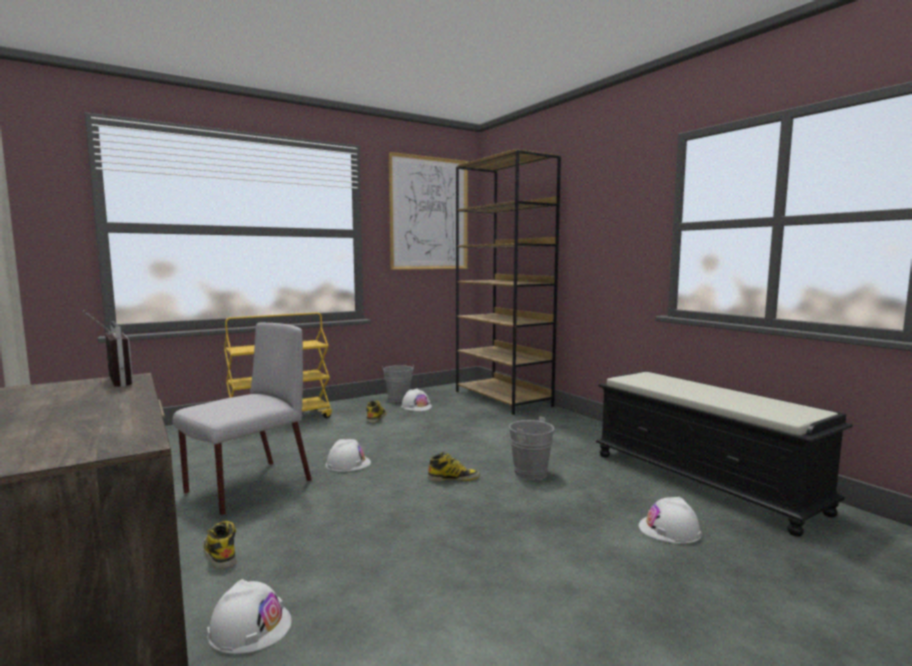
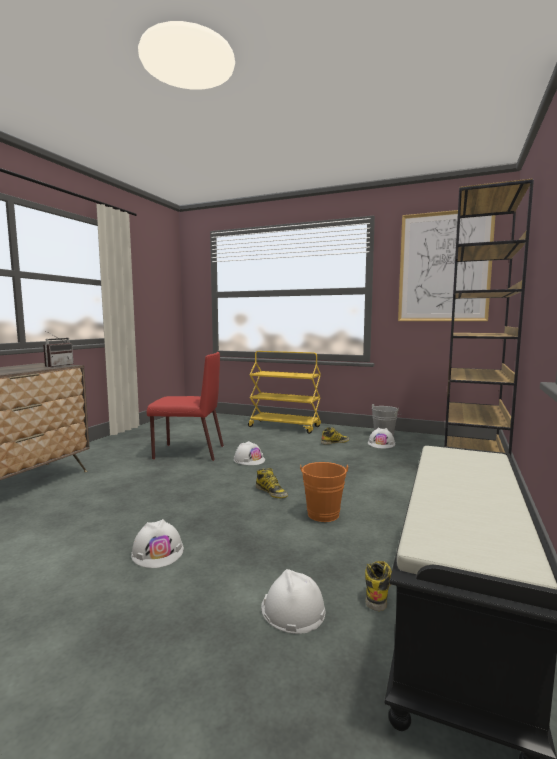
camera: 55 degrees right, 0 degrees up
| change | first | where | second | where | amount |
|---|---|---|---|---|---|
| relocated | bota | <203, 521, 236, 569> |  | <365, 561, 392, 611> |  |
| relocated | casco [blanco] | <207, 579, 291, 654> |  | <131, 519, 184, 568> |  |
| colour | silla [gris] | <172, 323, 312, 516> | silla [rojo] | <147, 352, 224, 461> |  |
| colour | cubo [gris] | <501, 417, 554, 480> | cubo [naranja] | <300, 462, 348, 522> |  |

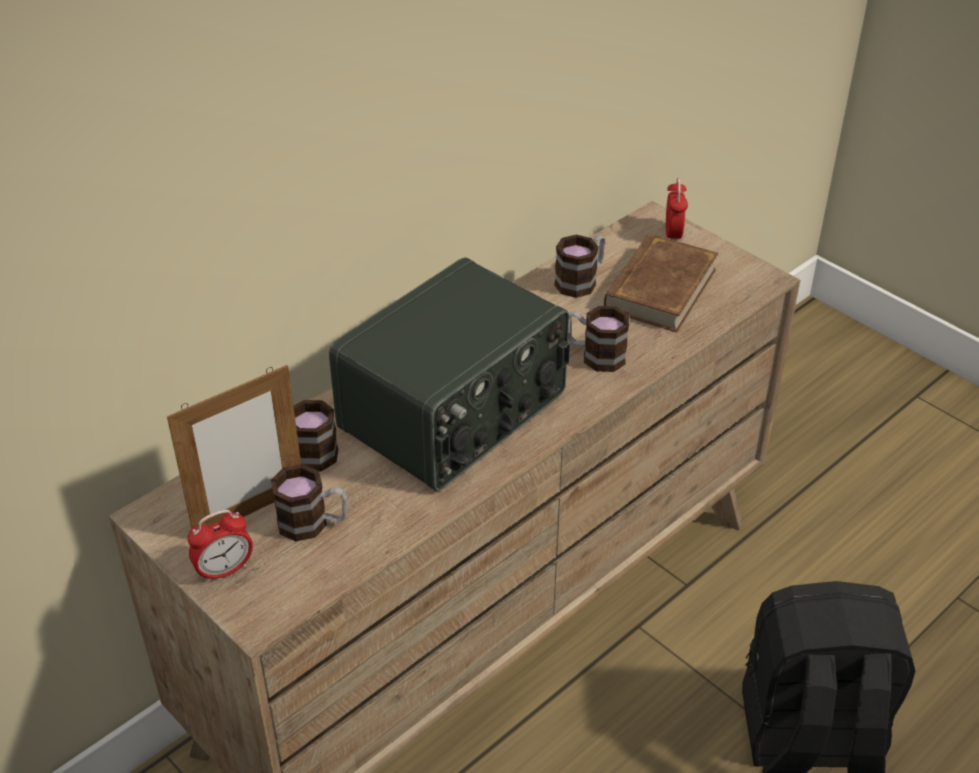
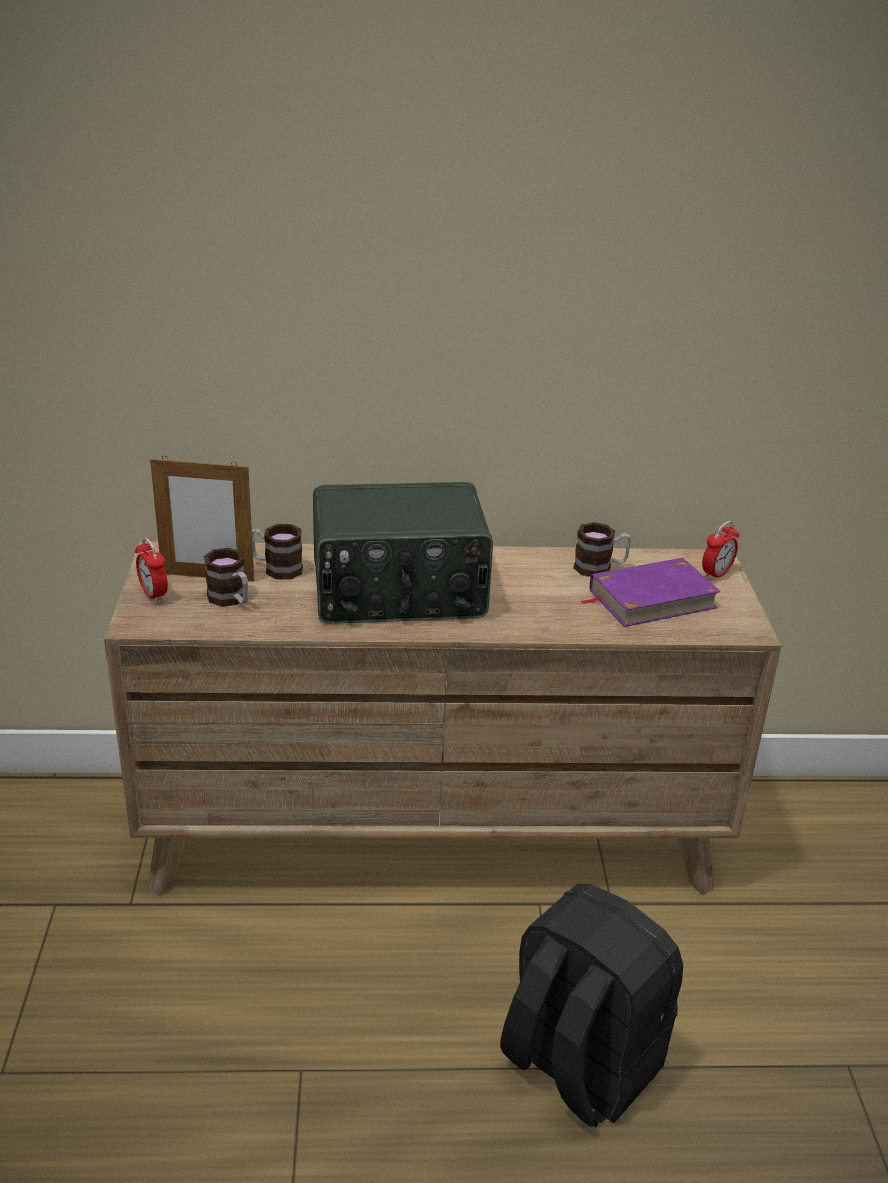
camera: 40 degrees right, 10 degrees down
| change | first | where | second | where | amount |
|---|---|---|---|---|---|
| missing | taza grande | <568, 306, 629, 372> |  |  |  |
| colour | libro [marrón] | <604, 234, 718, 332> | libro [morado] | <580, 558, 721, 627> |  |
| spun | despertador | <187, 510, 253, 583> |  | <135, 537, 168, 603> | 45 degrees clockwise |

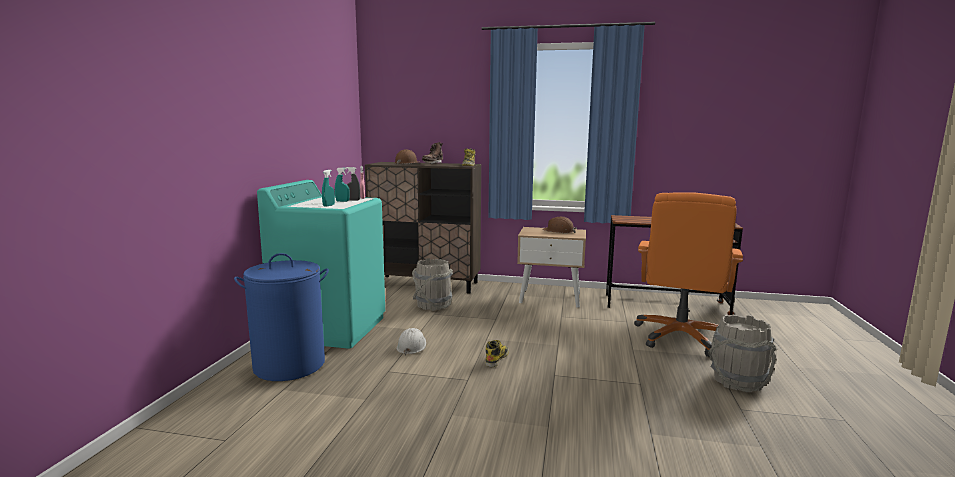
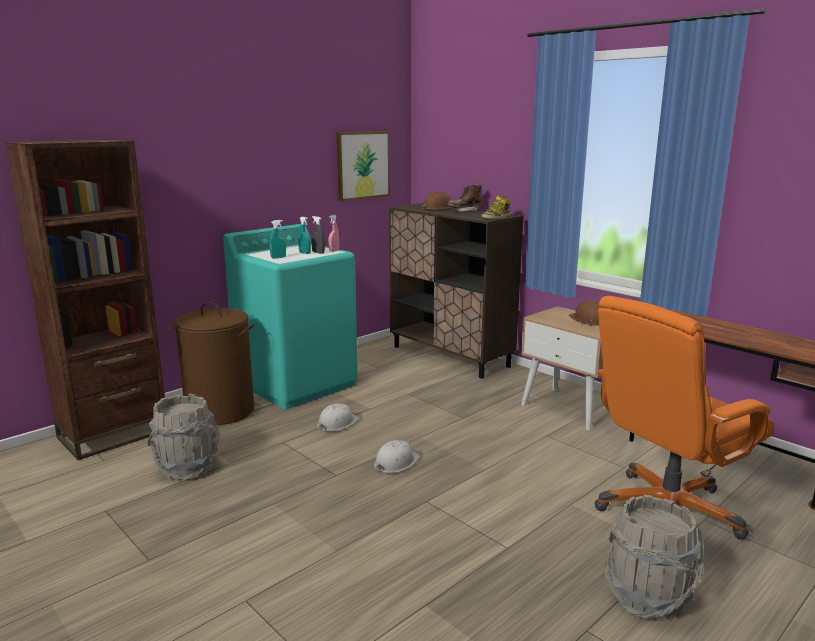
camera: 35 degrees right, 5 degrees up
| change | first | where | second | where | amount |
|---|---|---|---|---|---|
| appeared |  |  | estantería [marrón] | <5, 139, 165, 460> |  |
| appeared |  |  | cuadro | <337, 131, 390, 201> |  |
| relocated | cubo [gris] | <412, 258, 453, 311> |  | <147, 394, 220, 480> |  |
| exchanged | bota | <485, 340, 509, 367> | casco [blanco] | <374, 440, 420, 473> |  |
| colour | cesto de la ropa [azul] | <234, 253, 329, 381> | cesto de la ropa [marrón] | <172, 302, 254, 425> |  |

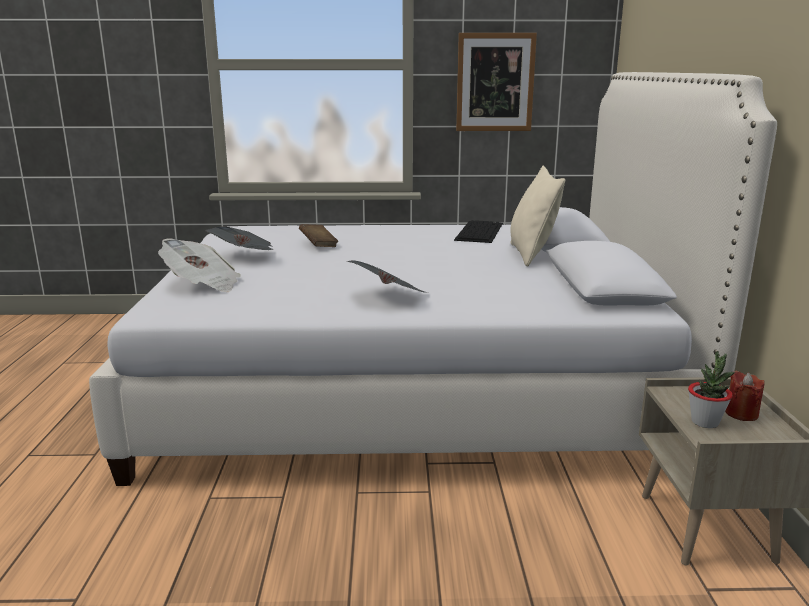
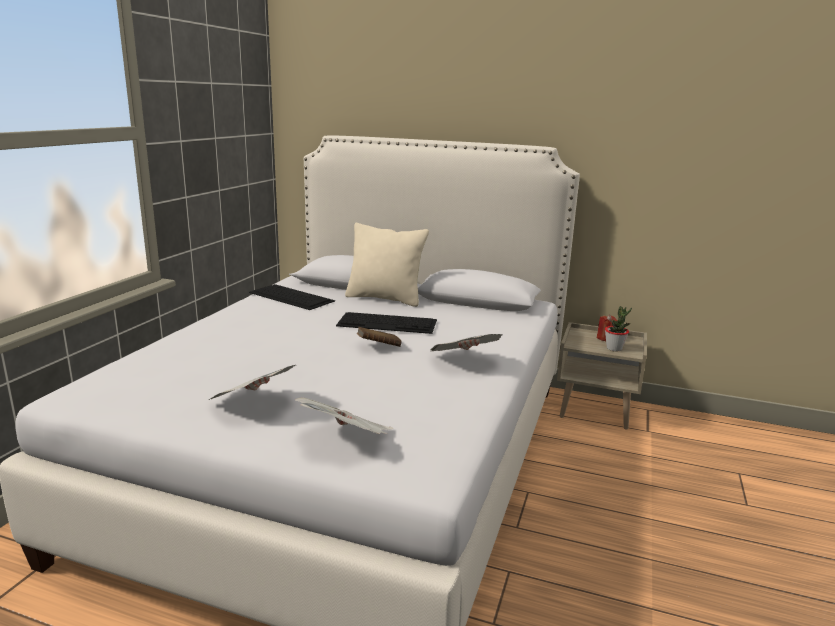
camera: 70 degrees left, 0 degrees up
| change | first | where | second | where | amount |
|---|---|---|---|---|---|
| missing | cuadro | <456, 33, 537, 131> |  |  |  |
| appeared |  |  | teclado | <336, 312, 437, 334> |  |
| relocated | libro [marrón] | <299, 224, 338, 247> |  | <357, 327, 402, 347> |  |

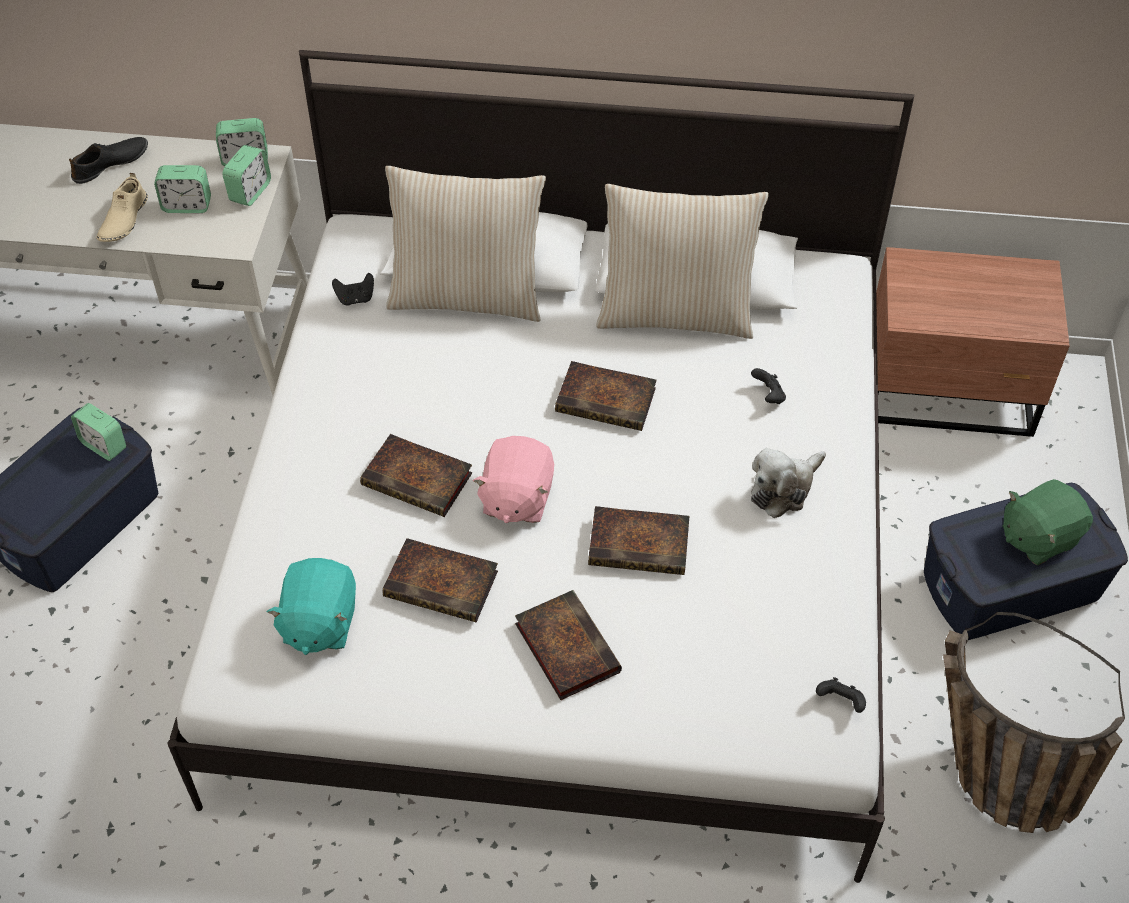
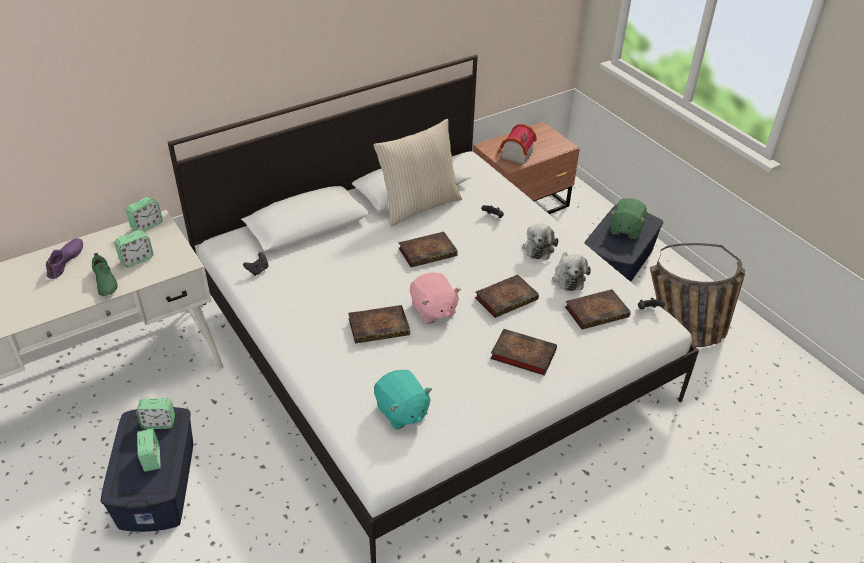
camera: 40 degrees left, 10 degrees down
| change | first | where | second | where | amount |
|---|---|---|---|---|---|
| missing | cojín [beis] | <385, 166, 546, 322> |  |  |  |
| appeared |  |  | casita | <497, 124, 537, 164> |  |
| appeared |  |  | peluche | <552, 252, 591, 291> |  |
| relocated | despertador | <222, 145, 271, 206> |  | <137, 428, 161, 472> |  |
| relocated | libro | <383, 538, 498, 623> |  | <565, 289, 631, 329> |  |
| colour | zapato [negro] | <69, 137, 148, 184> | zapato [morado] | <46, 238, 83, 279> |  |
| colour | zapato [beis] | <96, 173, 148, 242> | zapato [verde] | <92, 253, 118, 296> |  |

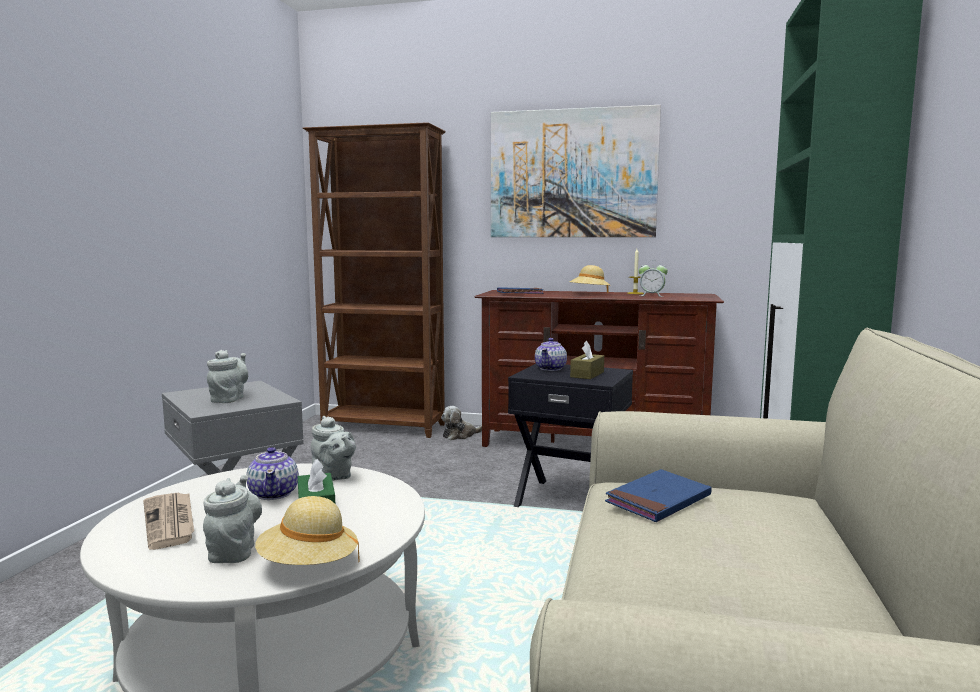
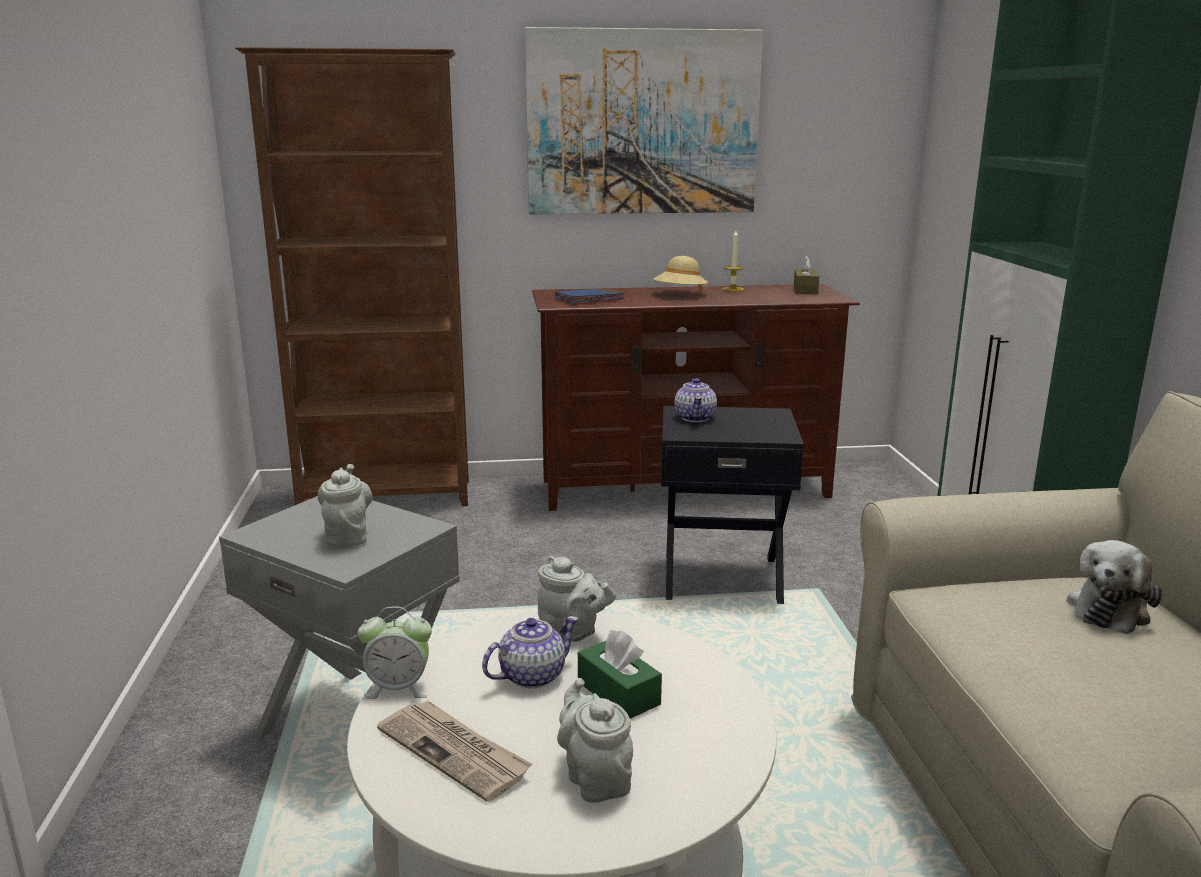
camera: 20 degrees left, 10 degrees up
| change | first | where | second | where | amount |
|---|---|---|---|---|---|
| missing | sombrero [beis] | <255, 496, 360, 565> |  |  |  |
| missing | libro [azul] | <605, 469, 712, 522> |  |  |  |
| relocated | peluche | <441, 406, 482, 440> |  | <1066, 540, 1163, 634> |  |
| relocated | caja de pañuelos [marrón] | <570, 341, 604, 379> |  | <794, 255, 819, 294> |  |
| relocated | despertador | <638, 261, 668, 297> |  | <358, 607, 432, 699> |  |
| spun | tetera | <247, 447, 299, 500> |  | <482, 616, 578, 689> | 90 degrees counterclockwise |

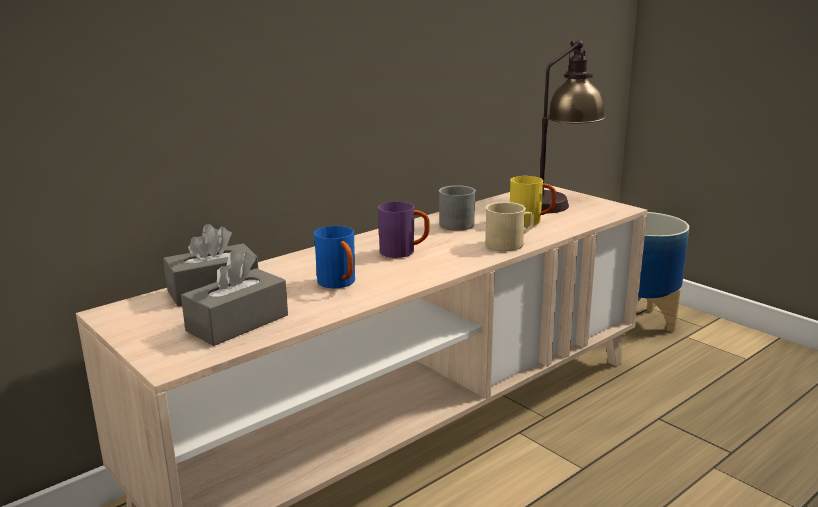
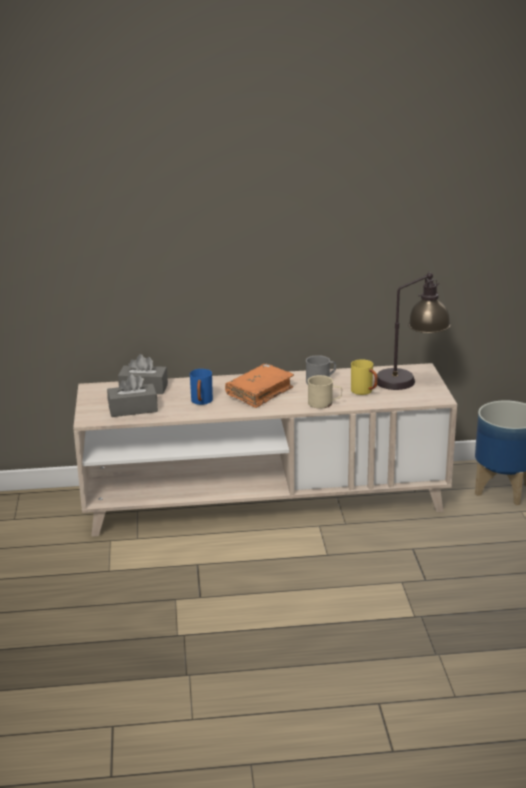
camera: 35 degrees right, 5 degrees up
| change | first | where | second | where | amount |
|---|---|---|---|---|---|
| exchanged | taza grande [morado] | <378, 202, 430, 258> | libro [naranja] | <225, 364, 294, 408> |  |

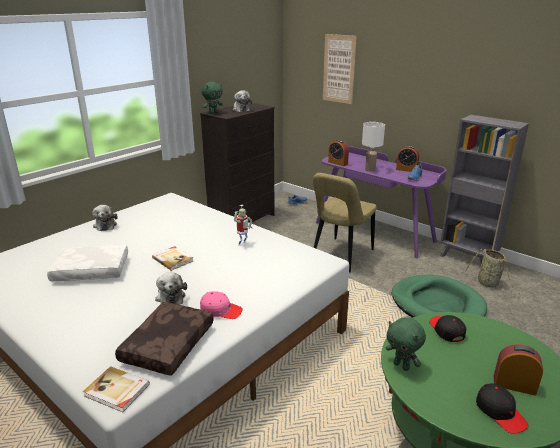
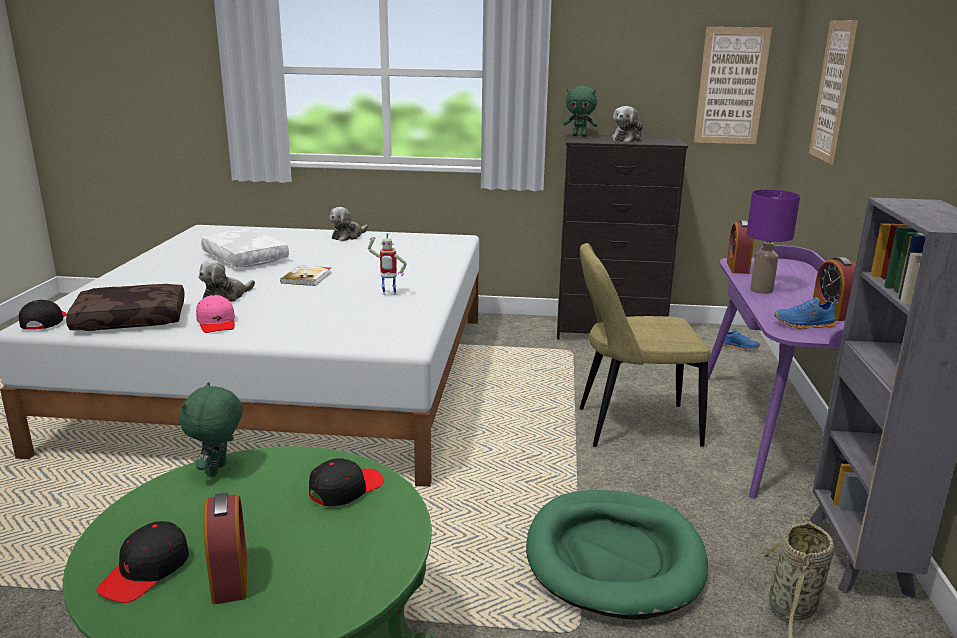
camera: 55 degrees right, 5 degrees down
| change | first | where | second | where | amount |
|---|---|---|---|---|---|
| appeared |  |  | cuadro | <694, 27, 772, 144> |  |
| exchanged | libro | <83, 366, 150, 412> | gorra [negro] | <19, 300, 67, 330> |  |
| colour | lámpara de mesa [blanco] | <362, 122, 385, 172> | lámpara de mesa [morado] | <746, 190, 800, 294> |  |

